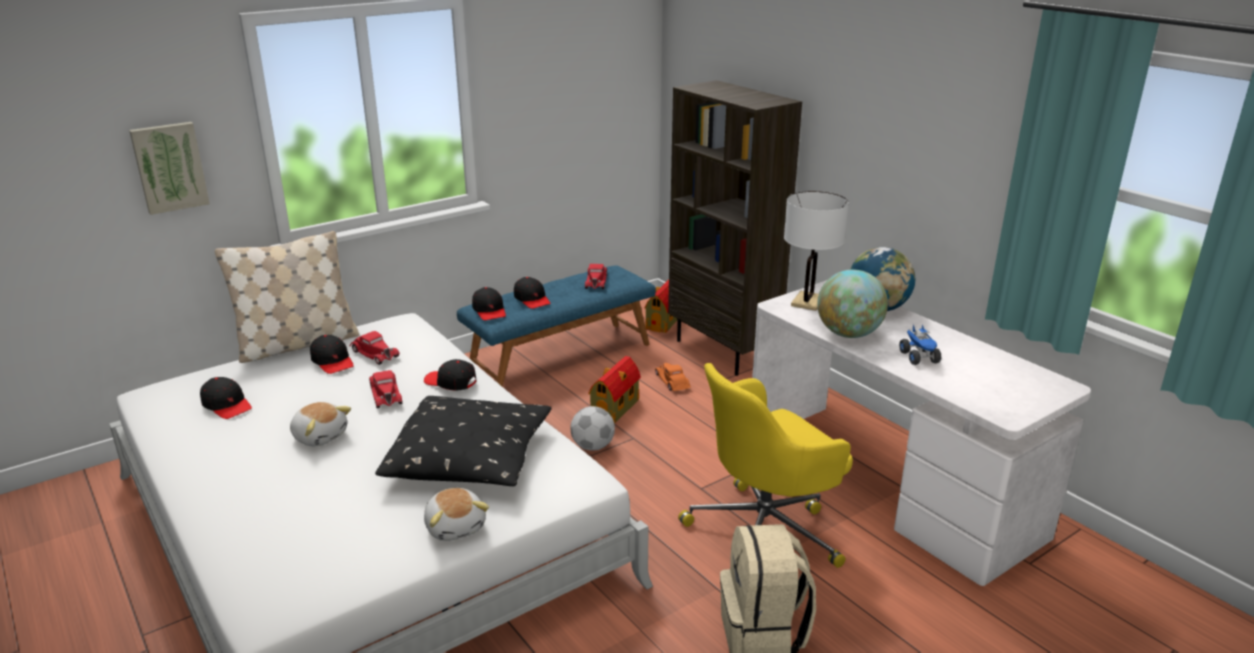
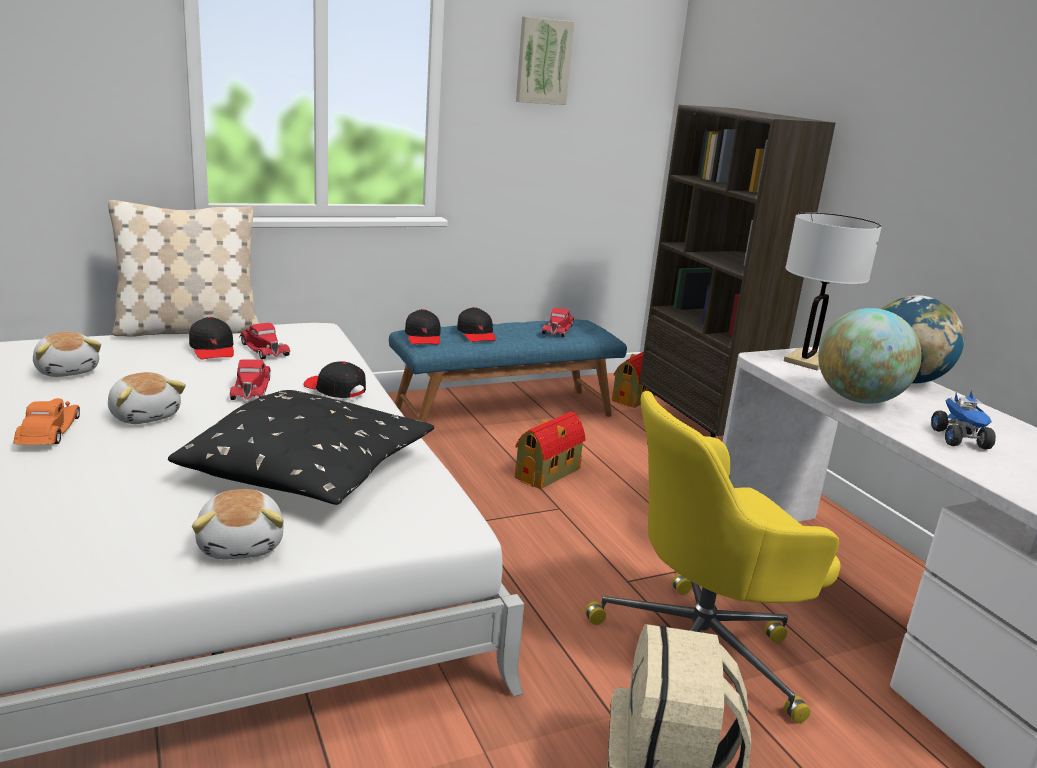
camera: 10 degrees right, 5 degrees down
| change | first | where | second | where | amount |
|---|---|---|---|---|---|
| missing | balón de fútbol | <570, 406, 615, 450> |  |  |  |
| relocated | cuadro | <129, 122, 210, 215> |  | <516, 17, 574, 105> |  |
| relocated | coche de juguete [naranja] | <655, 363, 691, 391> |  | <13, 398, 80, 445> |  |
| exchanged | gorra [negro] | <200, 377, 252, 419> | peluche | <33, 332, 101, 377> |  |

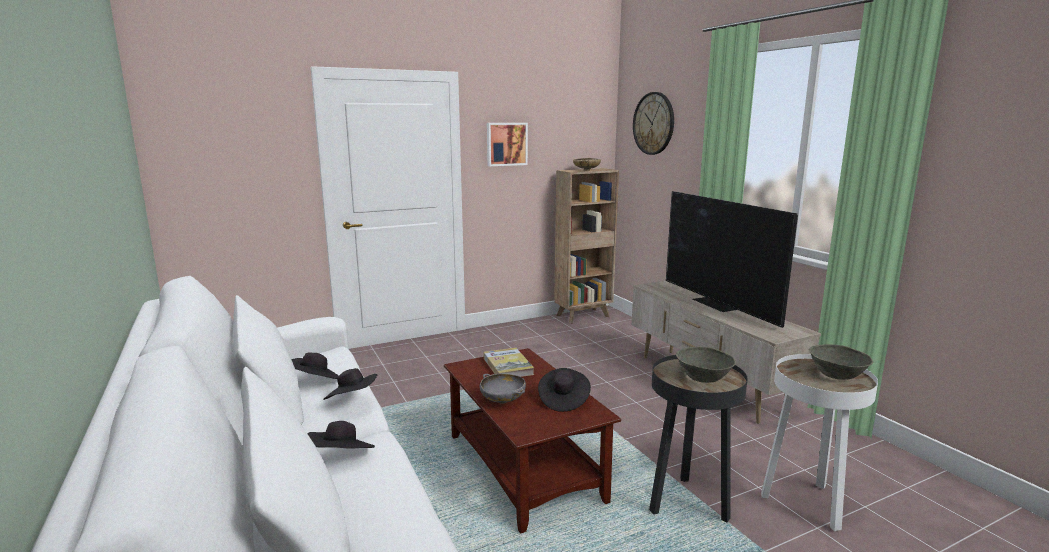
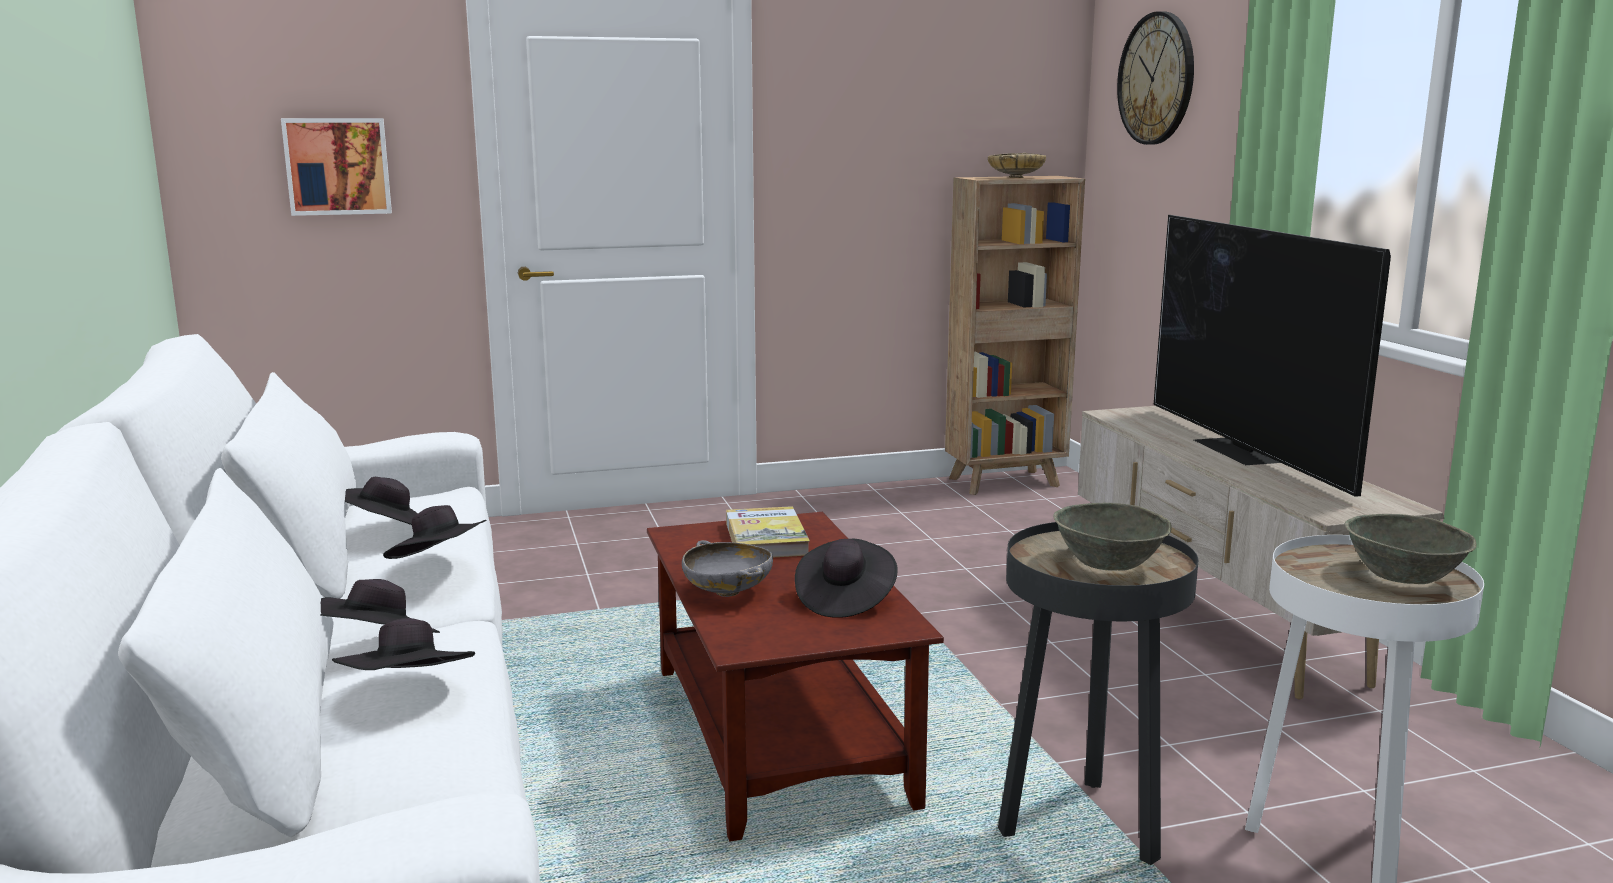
camera: 10 degrees right, 0 degrees up
| change | first | where | second | where | amount |
|---|---|---|---|---|---|
| appeared |  |  | sombrero [negro] | <332, 618, 475, 670> |  |
| relocated | cuadro | <487, 123, 528, 166> |  | <281, 118, 392, 216> |  |

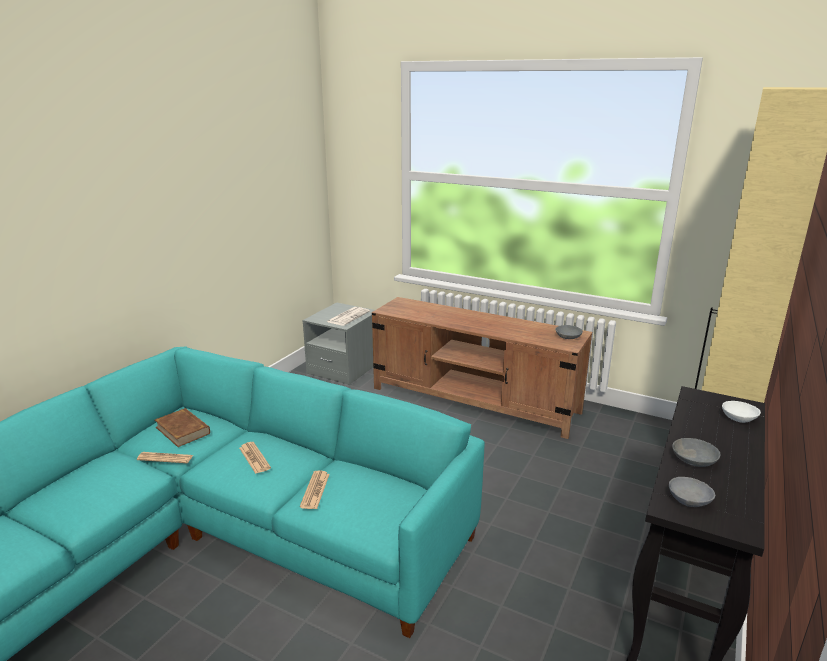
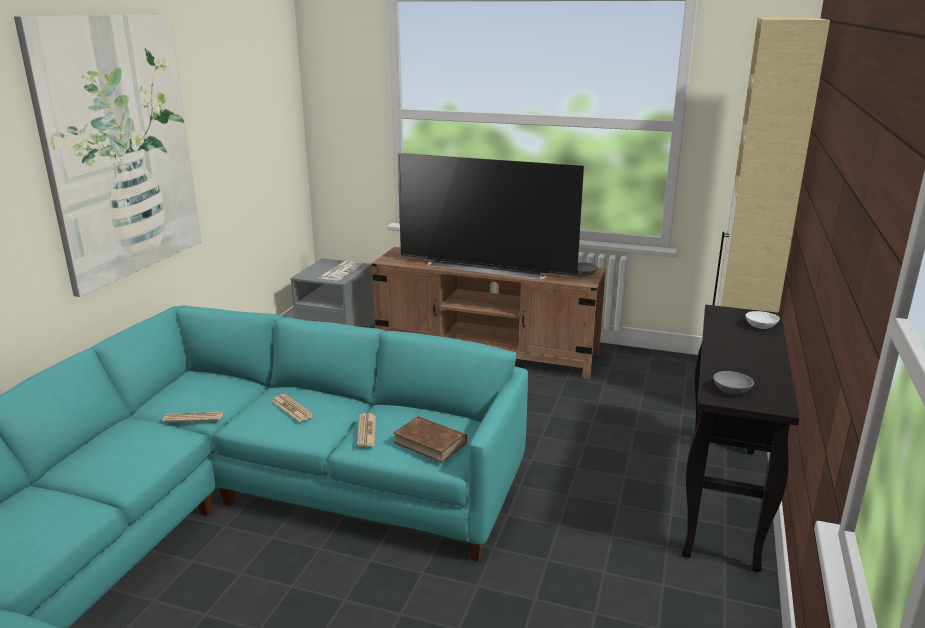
camera: 10 degrees left, 0 degrees up
| change | first | where | second | where | amount |
|---|---|---|---|---|---|
| missing | cuenco [gris] | <672, 438, 721, 467> |  |  |  |
| appeared |  |  | cuadro | <14, 14, 201, 297> |  |
| appeared |  |  | televisor | <397, 153, 584, 280> |  |
| relocated | libro [marrón] | <155, 408, 210, 447> |  | <393, 416, 467, 463> |  |

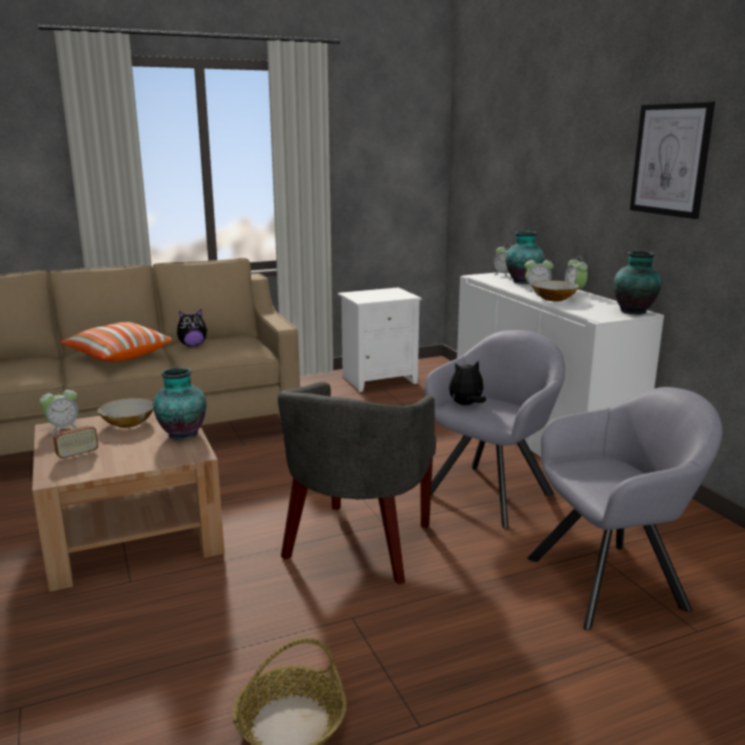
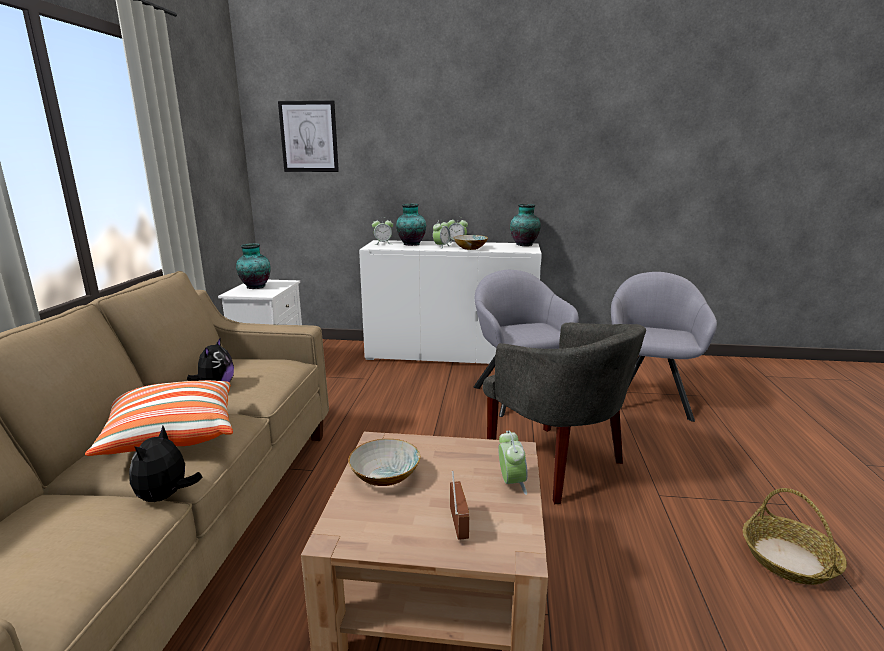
camera: 60 degrees left, 0 degrees up
| change | first | where | second | where | amount |
|---|---|---|---|---|---|
| relocated | despertador | <39, 386, 80, 434> |  | <498, 431, 528, 495> |  |
| relocated | florero | <153, 367, 206, 440> |  | <236, 243, 271, 289> |  |
| relocated | peluche | <449, 360, 486, 405> |  | <129, 426, 202, 502> |  |
| relocated | cuadro | <630, 101, 715, 219> |  | <278, 100, 339, 172> |  |

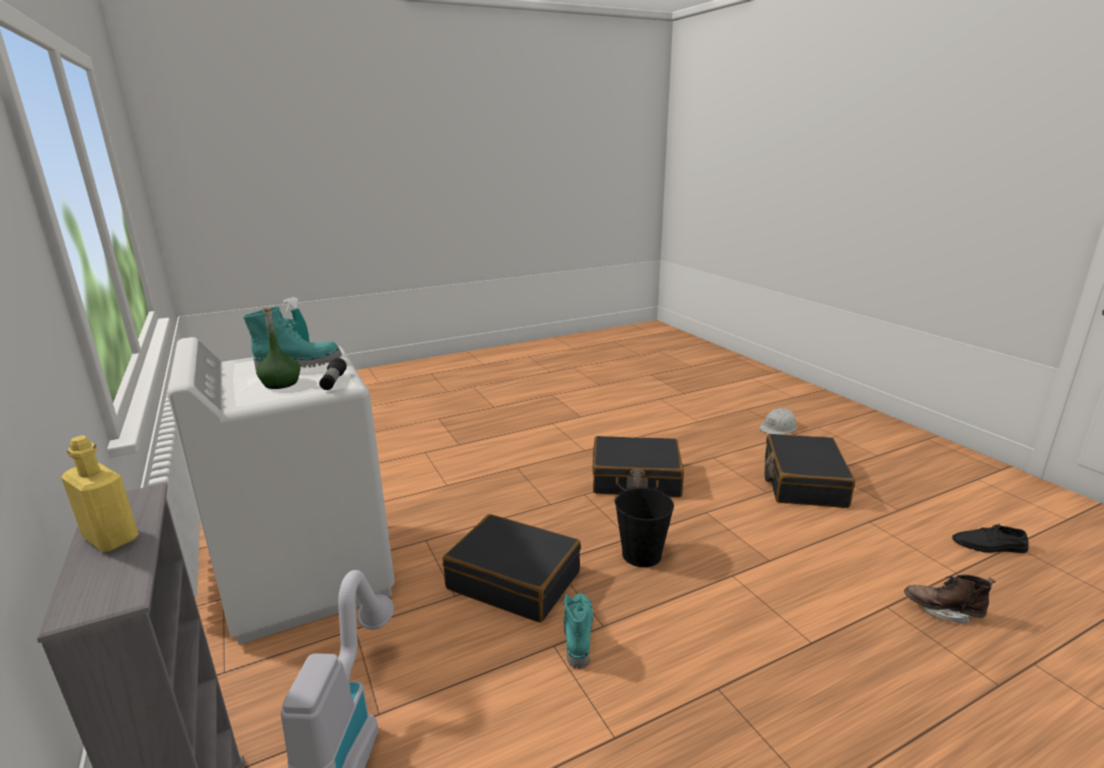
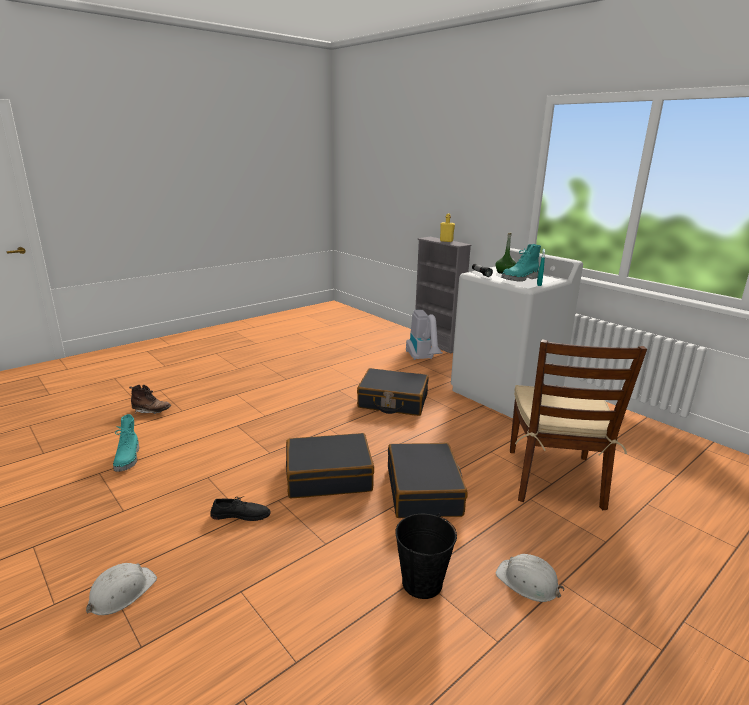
camera: 165 degrees right, 0 degrees up
| change | first | where | second | where | amount |
|---|---|---|---|---|---|
| appeared |  |  | casco [blanco] | <496, 554, 565, 602> |  |
| appeared |  |  | silla [marrón] | <510, 339, 647, 510> |  |
| relocated | bota [turquesa] | <563, 593, 593, 669> |  | <113, 414, 139, 472> |  |
| relocated | cubo [negro] | <615, 487, 674, 567> |  | <395, 514, 457, 599> |  |
| relocated | maleta [negro] | <765, 434, 855, 508> |  | <388, 442, 467, 518> |  |
| relocated | zapato [negro] | <952, 524, 1029, 553> |  | <210, 496, 271, 521> |  |

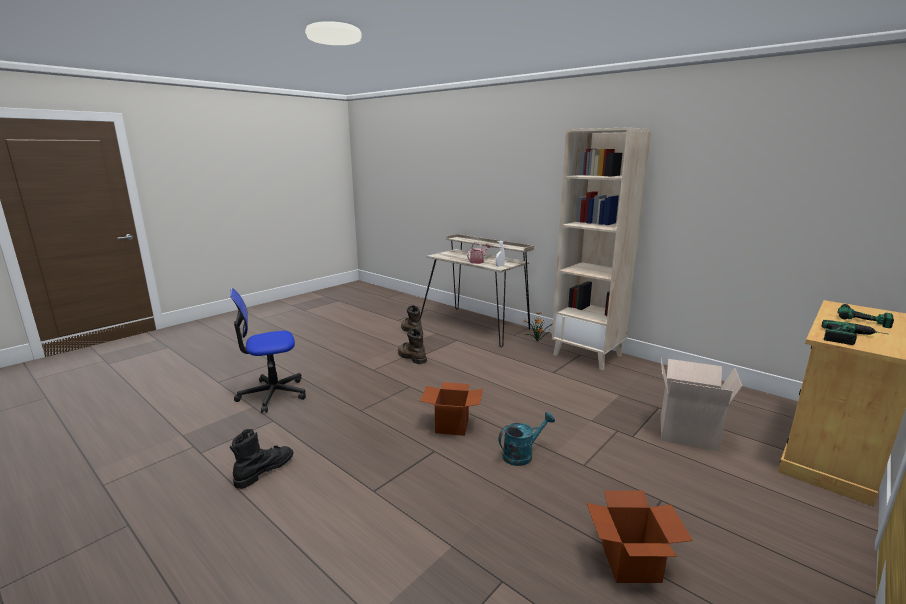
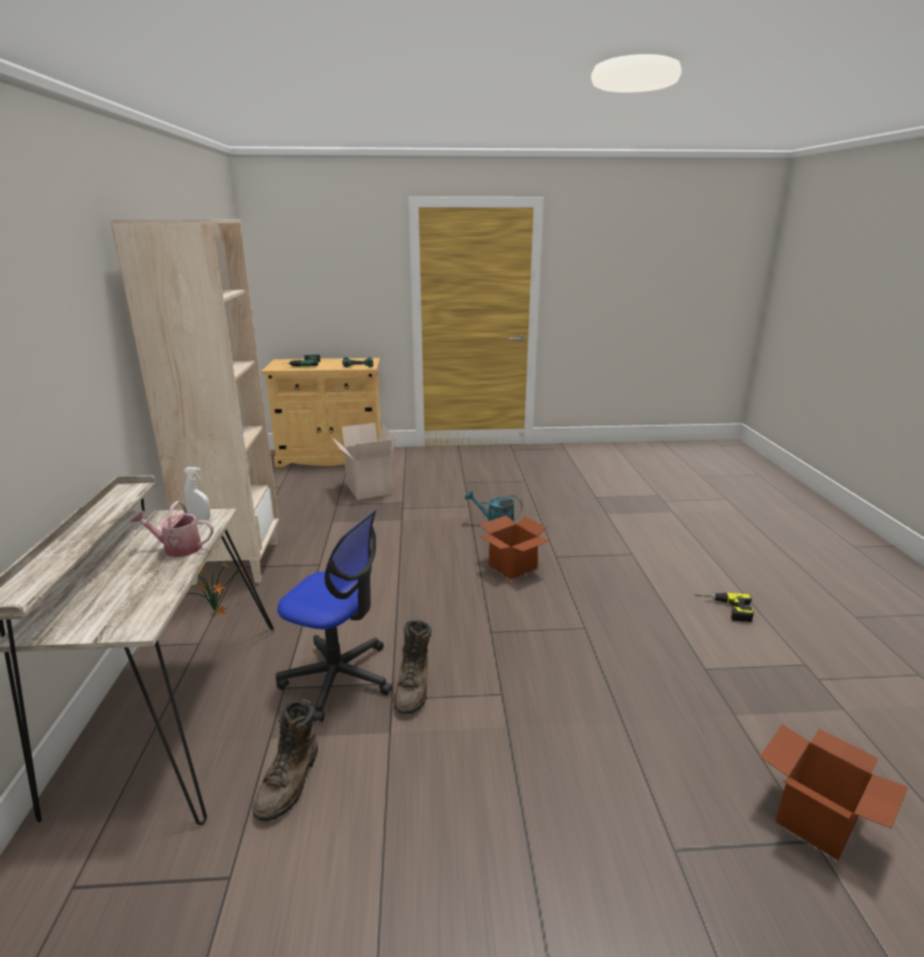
camera: 135 degrees left, 5 degrees up
| change | first | where | second | where | amount |
|---|---|---|---|---|---|
| relocated | silla de oficina | <230, 288, 306, 413> |  | <276, 509, 392, 722> |  |
| relocated | caja de cartón | <587, 490, 693, 583> |  | <759, 724, 908, 860> |  |
| exchanged | bota [negro] | <230, 429, 294, 489> | taladro | <695, 593, 754, 622> |  |

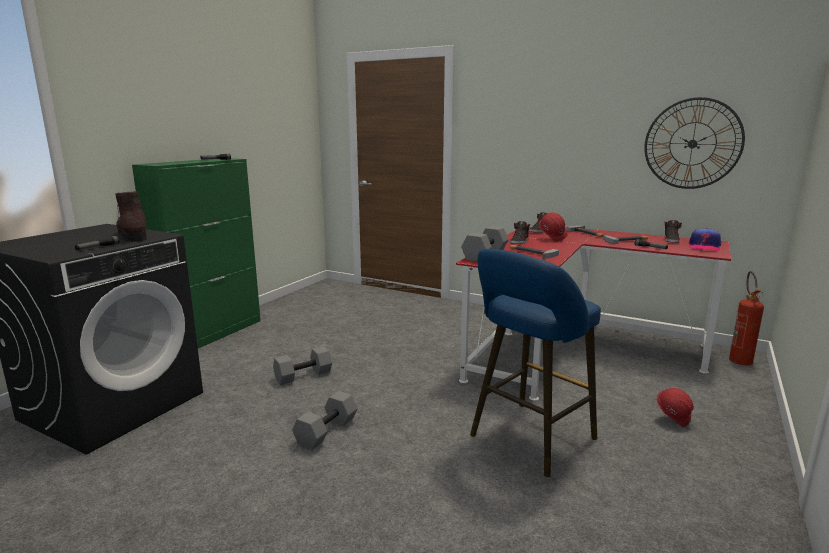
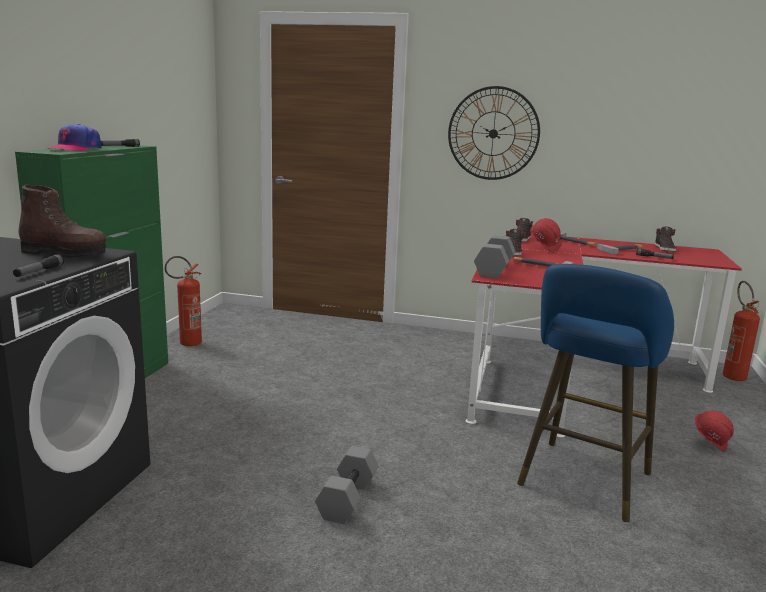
camera: 15 degrees left, 0 degrees up
| change | first | where | second | where | amount |
|---|---|---|---|---|---|
| missing | mancuerna [gris] | <273, 346, 332, 385> |  |  |  |
| appeared |  |  | extintor | <164, 256, 202, 346> |  |
| relocated | reloj de pared | <644, 97, 745, 189> |  | <448, 86, 540, 180> |  |
| relocated | gorra | <689, 228, 721, 251> |  | <47, 124, 102, 151> |  |
| spun | bota [marrón] | <115, 191, 147, 242> |  | <18, 185, 106, 258> | 150 degrees clockwise |

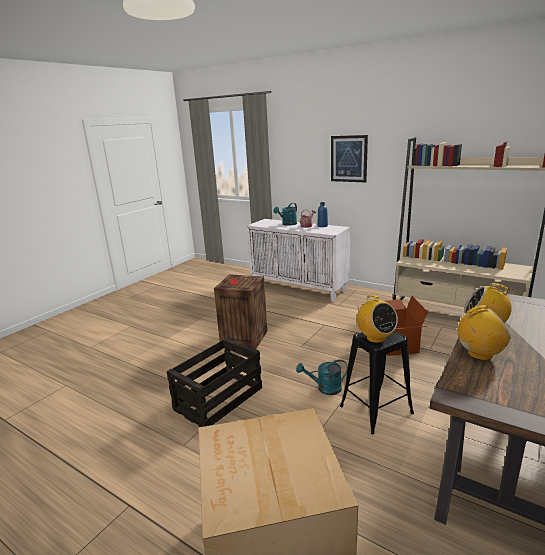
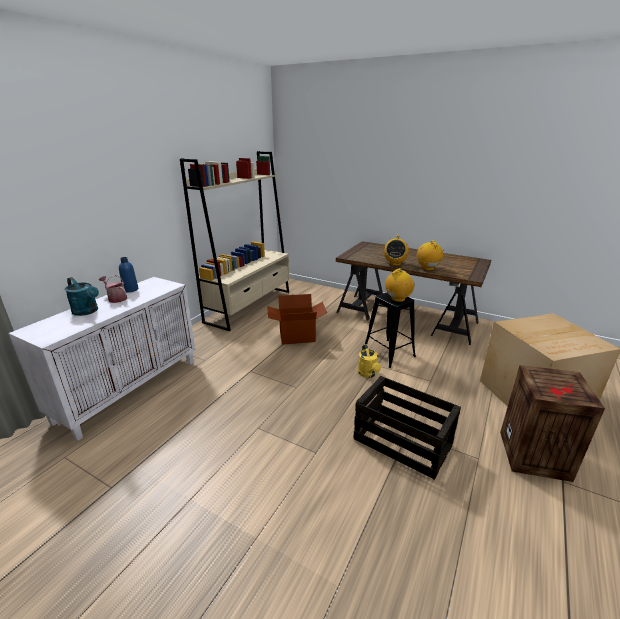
camera: 95 degrees left, 5 degrees up
| change | first | where | second | where | amount |
|---|---|---|---|---|---|
| missing | cuadro | <331, 135, 368, 182> |  |  |  |
| relocated | caja de embalaje | <214, 274, 267, 350> |  | <500, 365, 605, 482> |  |
| colour | regadera [turquesa] | <297, 360, 348, 395> | regadera [amarillo] | <358, 344, 381, 378> |  |

